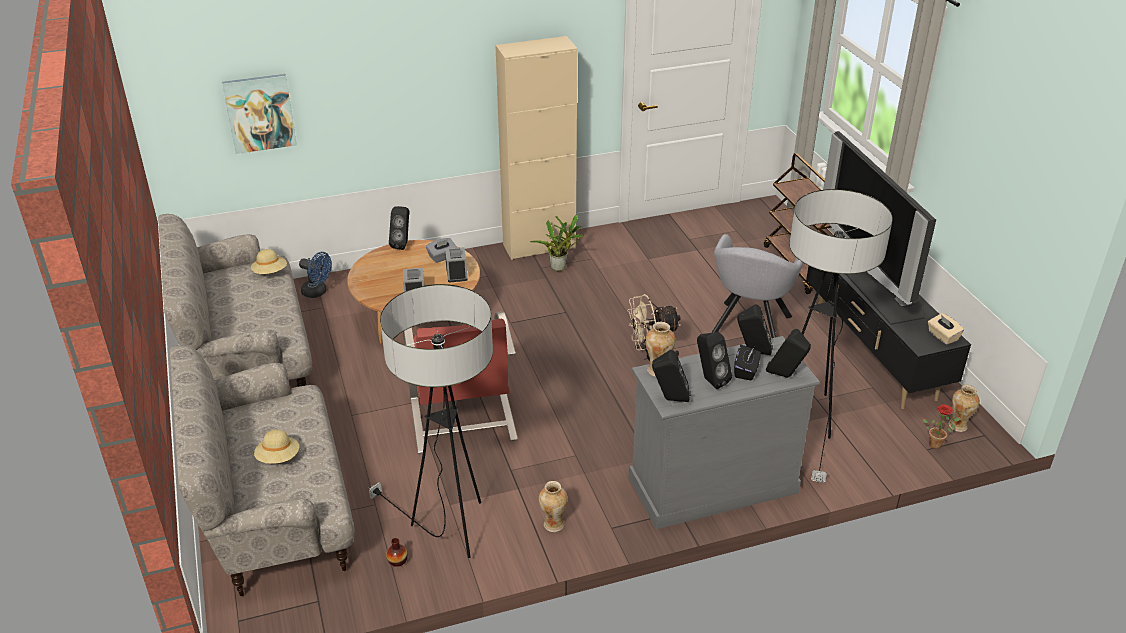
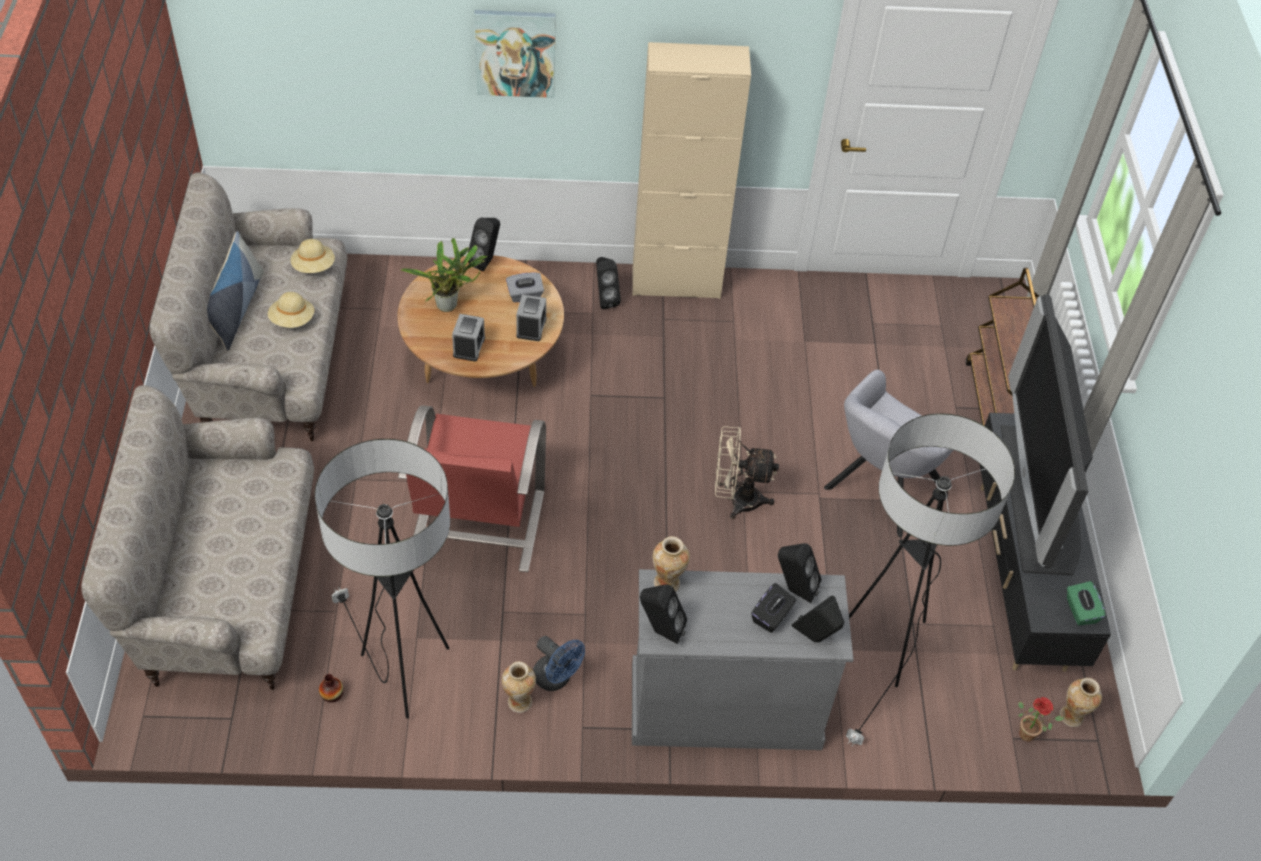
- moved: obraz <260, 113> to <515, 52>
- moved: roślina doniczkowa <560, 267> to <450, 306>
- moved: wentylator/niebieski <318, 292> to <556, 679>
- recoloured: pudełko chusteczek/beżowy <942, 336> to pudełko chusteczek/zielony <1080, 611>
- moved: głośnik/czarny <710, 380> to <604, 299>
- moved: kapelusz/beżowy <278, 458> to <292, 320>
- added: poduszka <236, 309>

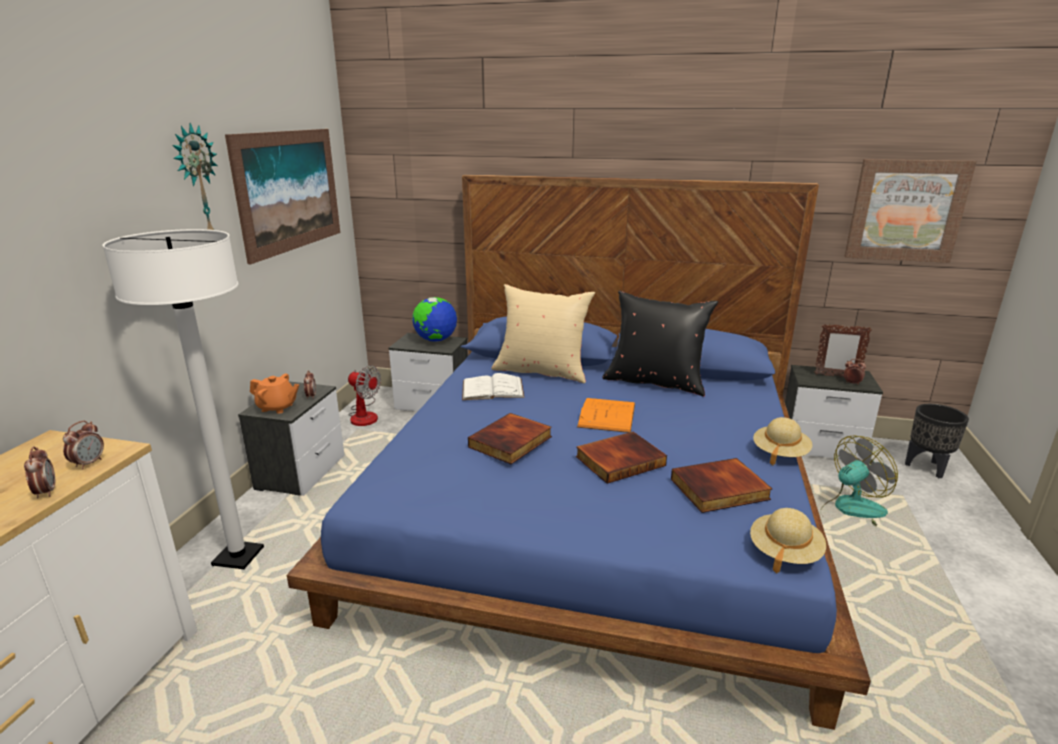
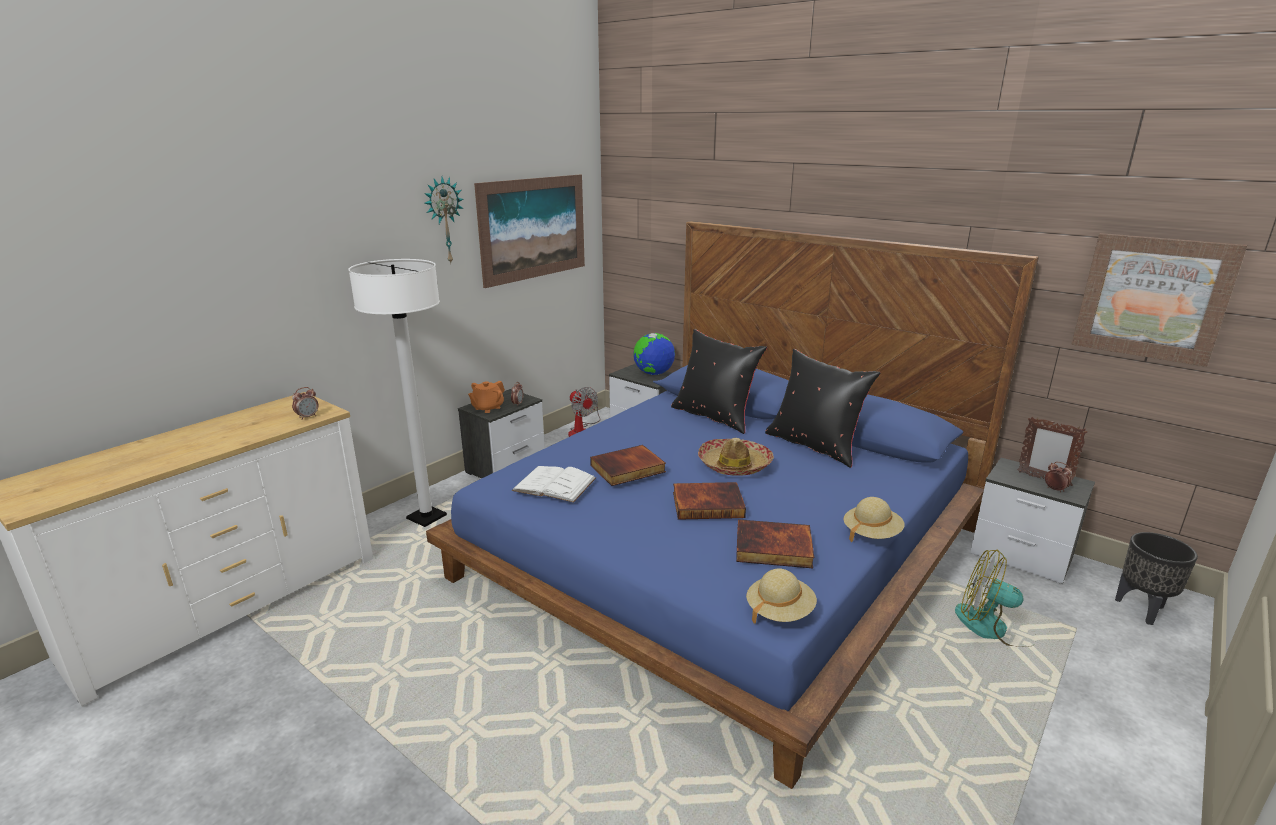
- recoloured: poduszka/beżowy <542, 371> to poduszka/czarny <715, 416>
- moved: książka/biały <492, 389> to <554, 484>
- turned: imbryk/pomarańczowy <277, 407> = <487, 408> 90 degrees clockwise
- replaced: książka/pomarańczowy <607, 415> to kapelusz <734, 465>
- turned: wentylator <851, 512> = <993, 627> 150 degrees counterclockwise
- removed: budzik <46, 492>

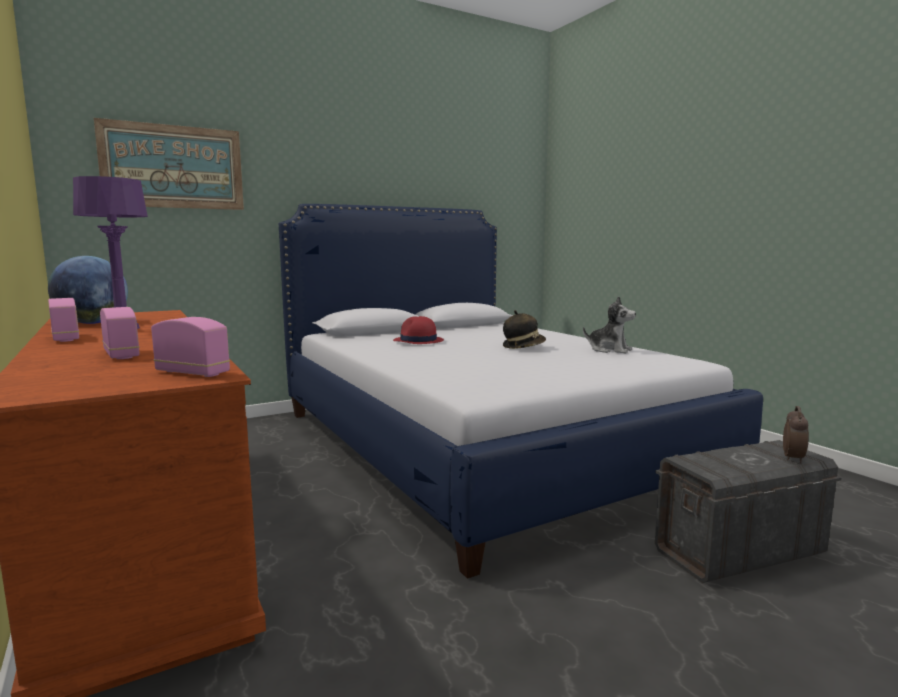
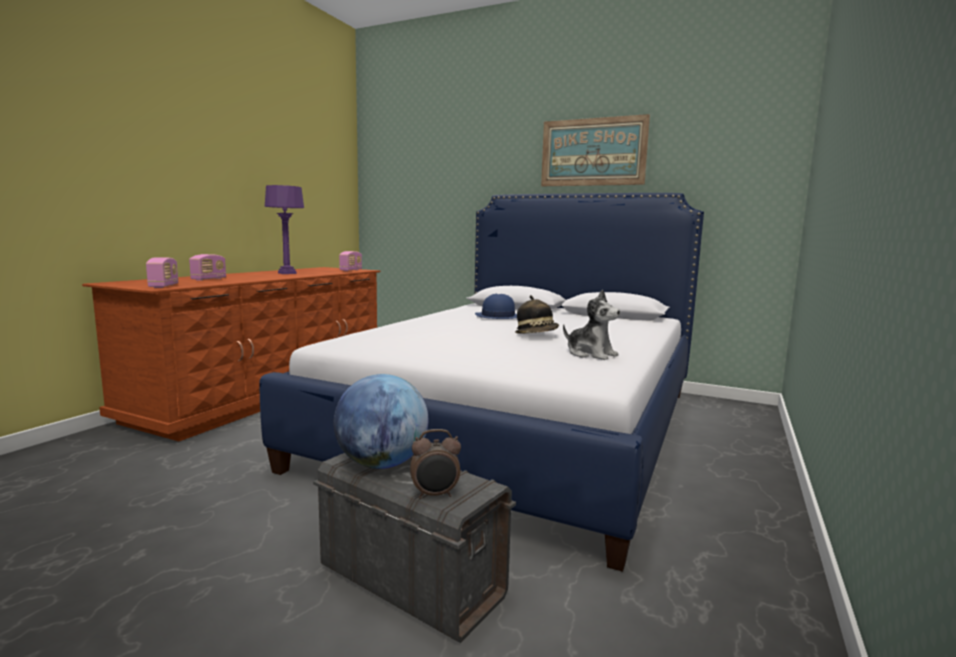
- moved: obraz <173, 167> to <593, 152>
- moved: globus <92, 323> to <382, 464>
- turned: pluszak <609, 350> = <590, 354> 45 degrees counterclockwise
- moved: radio <66, 338> to <351, 270>
- recoloured: kapelusz/czerwony <418, 341> to kapelusz/niebieski <497, 316>

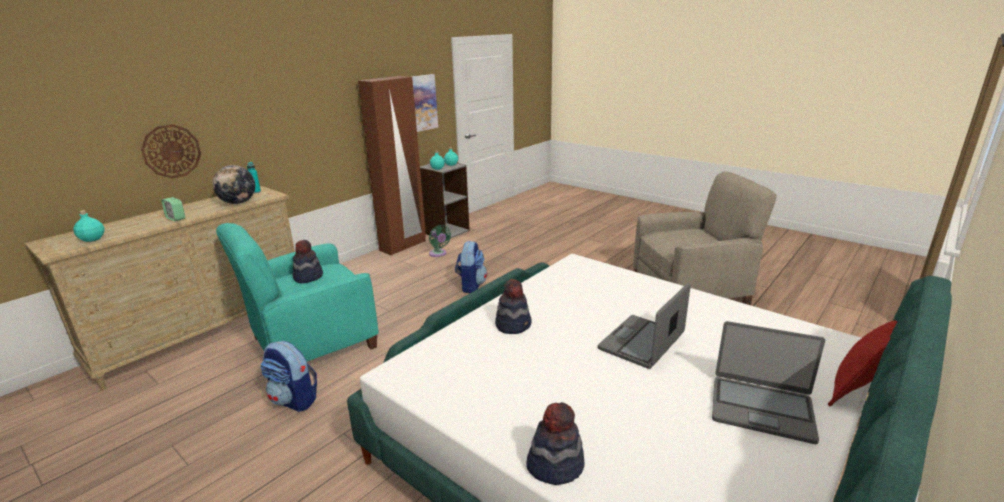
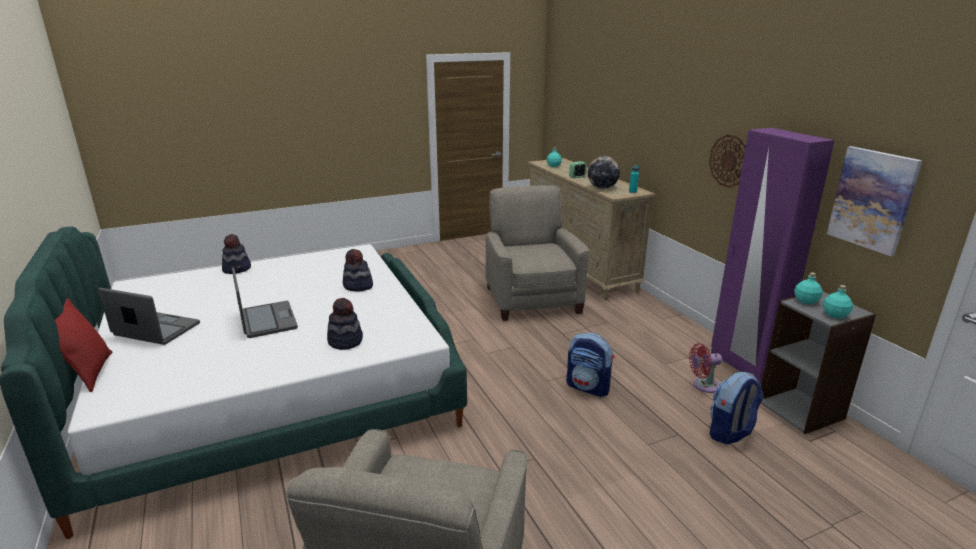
- recoloured: szafa/brązowy <403, 246> to szafa/fioletowy <743, 365>
- moved: zegar ścienny <171, 151> to <729, 161>
- recoloured: fotel/turkusowy <312, 343> to fotel/beżowy <532, 299>
- recoloured: wentylator/zielony <438, 254> to wentylator/czerwony <703, 385>
- moved: kapelusz <308, 277> to <345, 341>
- turned: laptop <761, 409> = <156, 330> 60 degrees clockwise
- moved: plecak <294, 400> to <730, 433>

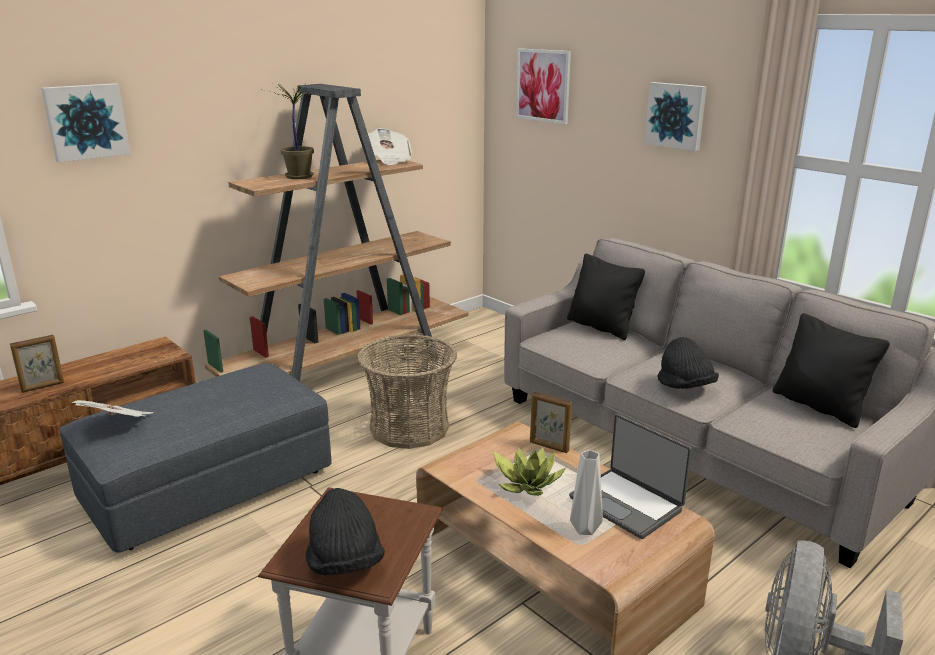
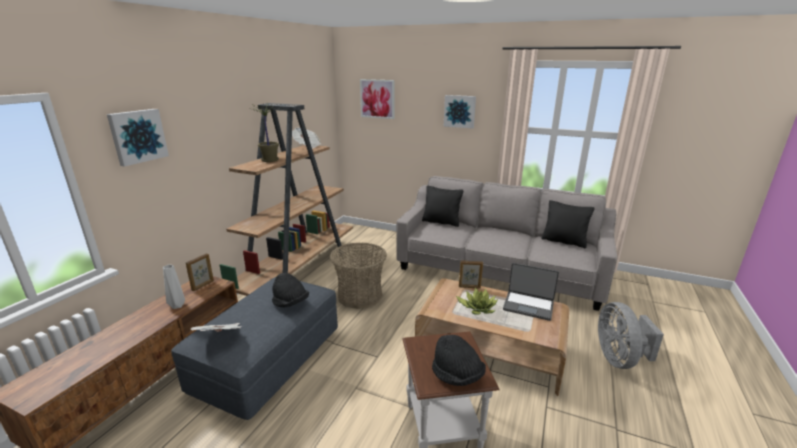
- moved: ramka na zdjęcie <43, 387> to <203, 285>
- moved: kapelusz/czarny <685, 387> to <290, 303>
- moved: wazon/szary <586, 529> to <178, 306>

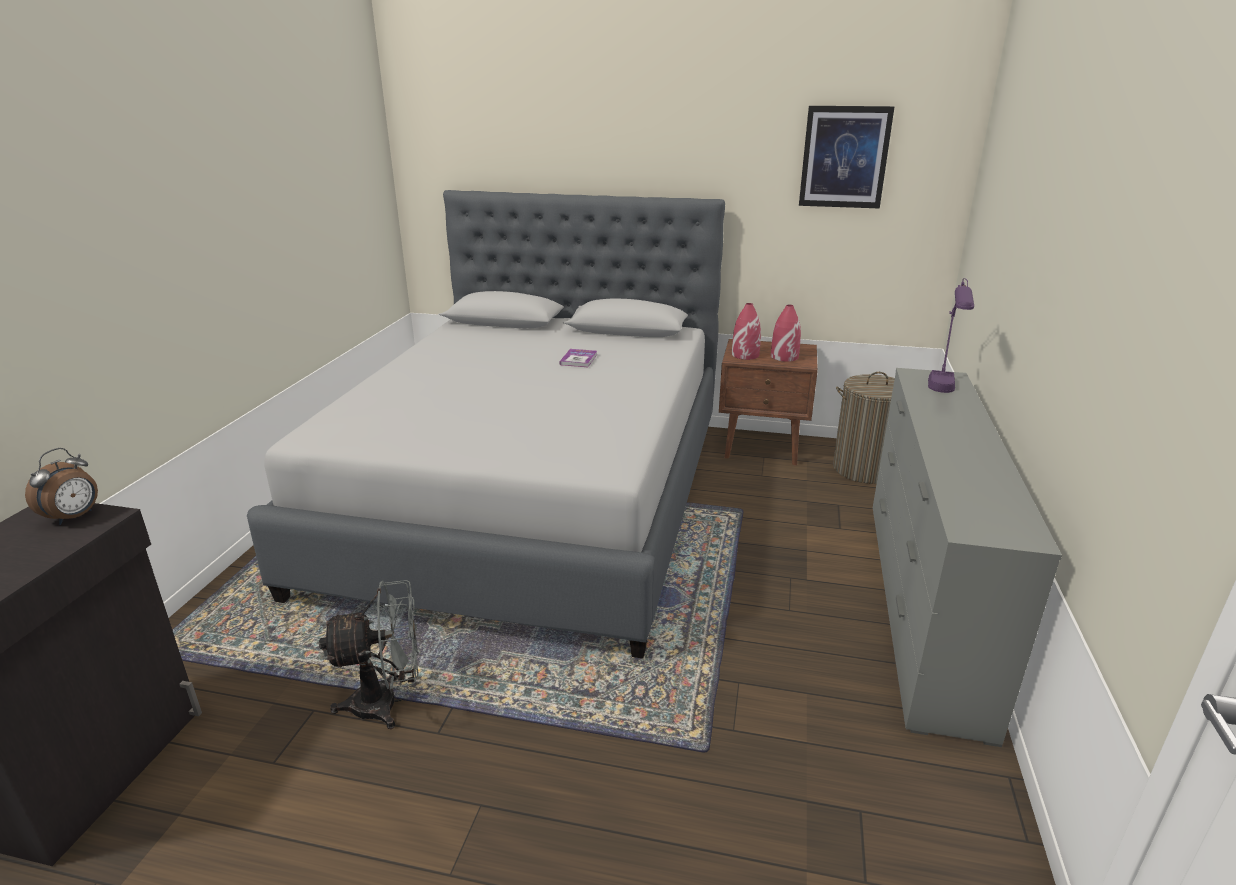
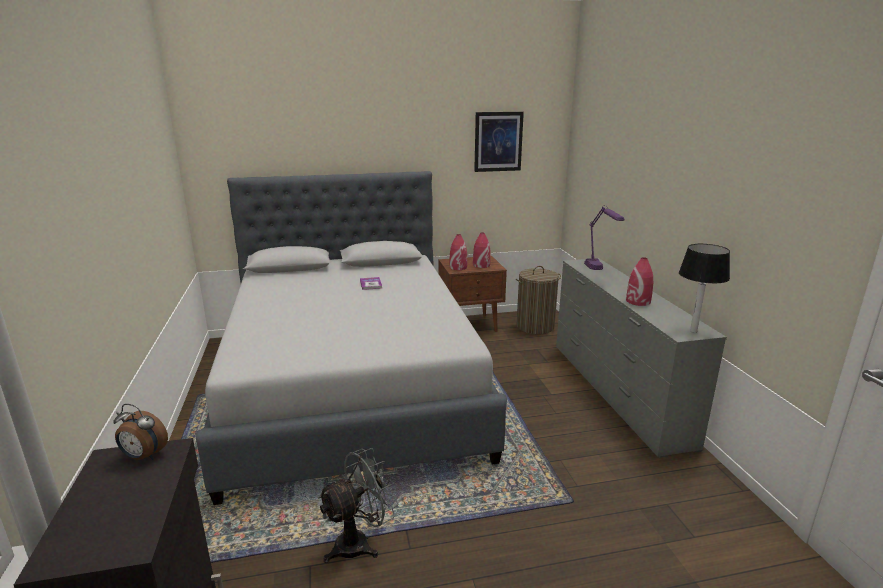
- turned: budzik <74, 517> = <143, 456> 105 degrees clockwise
- added: lampa stołowa <693, 331>
- added: wazon/czerwony <638, 301>

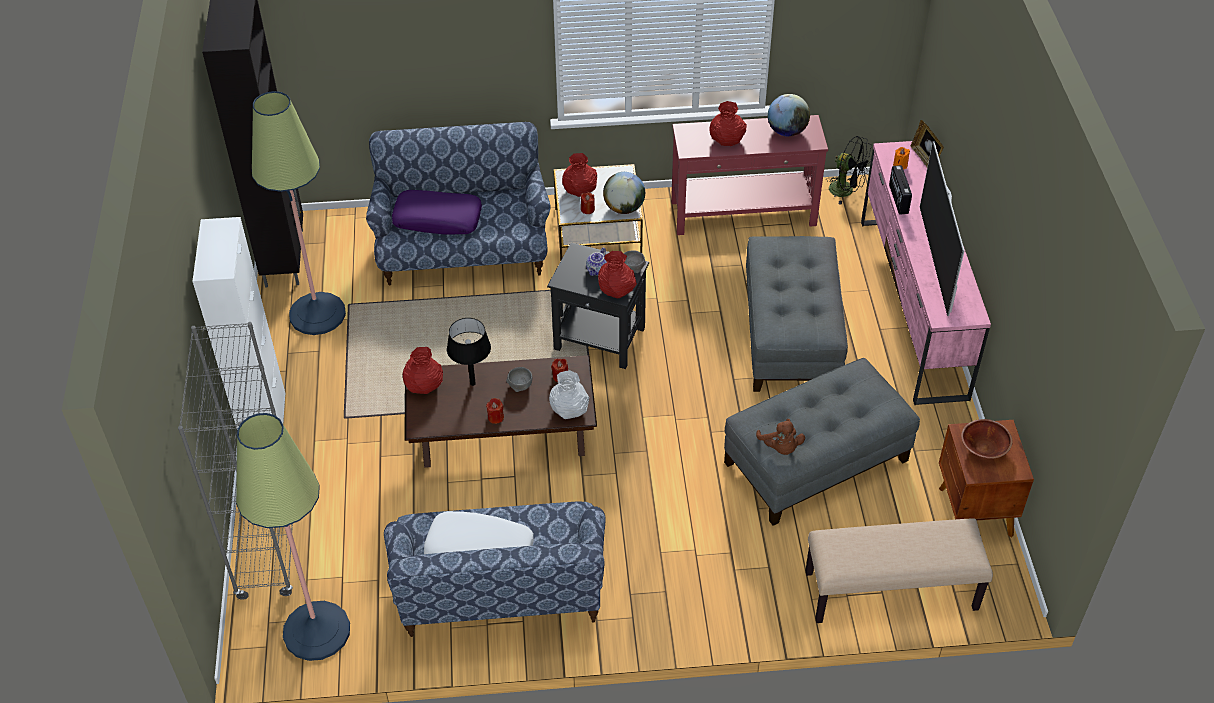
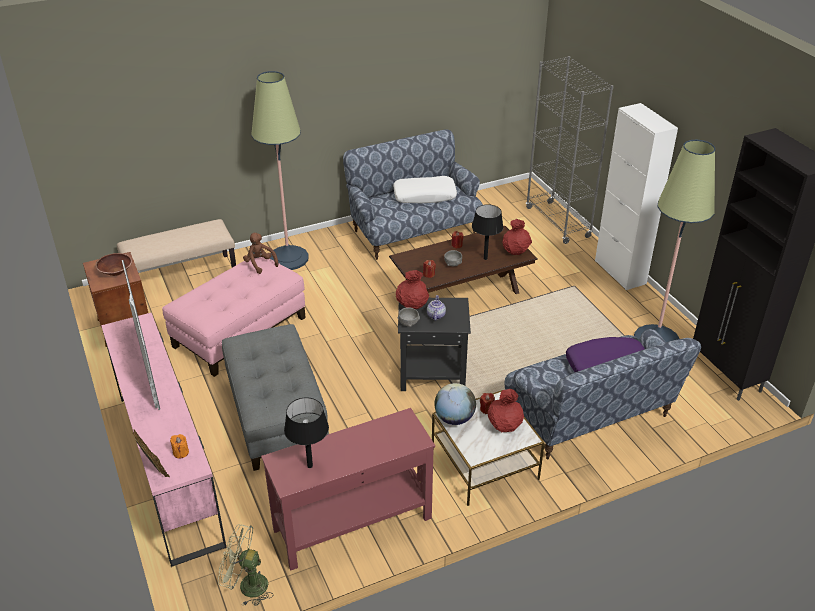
- replaced: globus <787, 131> to lampa stołowa/czarny <310, 466>
- removed: wazon/czerwony <727, 140>
- recoloured: wentylator/czarny <846, 190> to wentylator/zielony <247, 585>
- removed: radio <898, 199>
- recoloured: pufa/szary <816, 462> to pufa/różowy <239, 331>
- removed: wazon/biały <570, 411>
- moved: lampa stojąca <316, 631> to <288, 258>

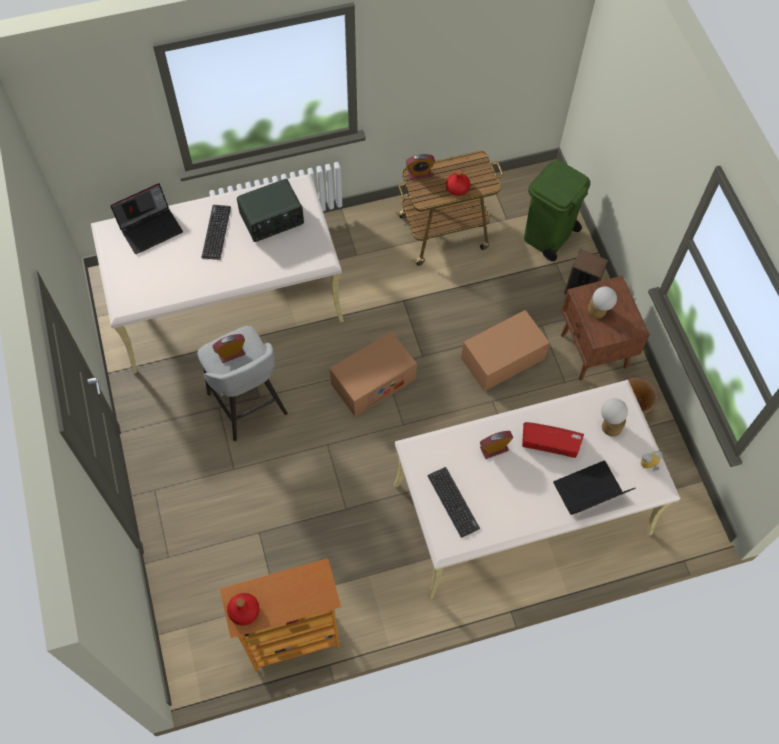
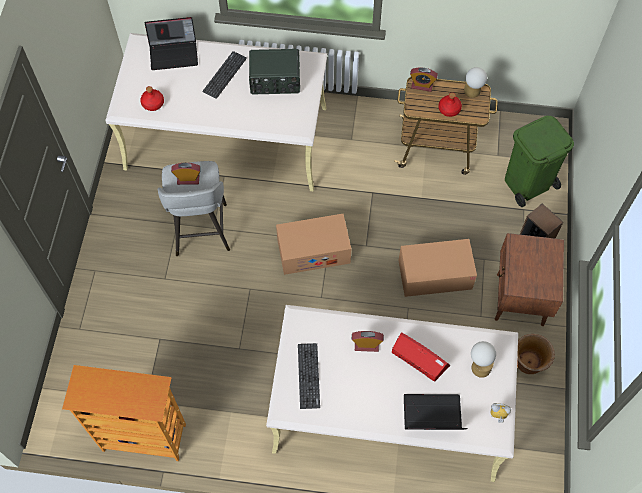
- moved: lampa stołowa <598, 313> to <472, 93>
- moved: butelka/czerwony <244, 611> to <153, 103>

